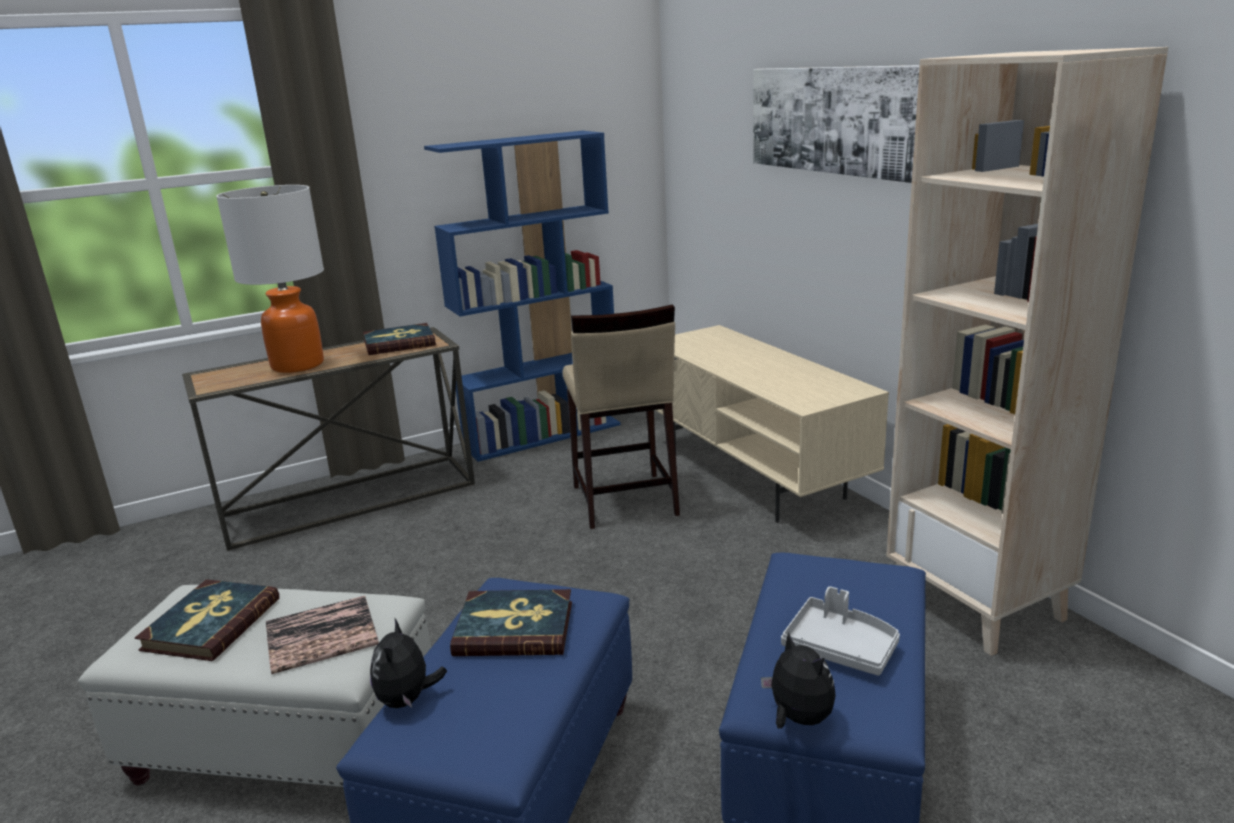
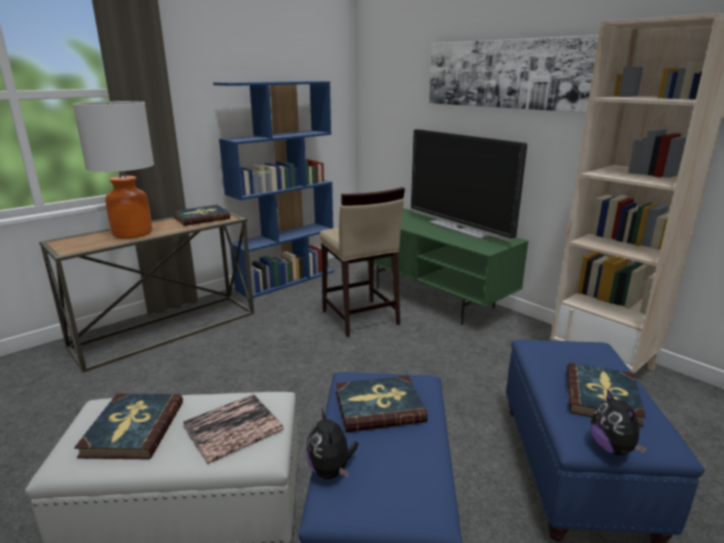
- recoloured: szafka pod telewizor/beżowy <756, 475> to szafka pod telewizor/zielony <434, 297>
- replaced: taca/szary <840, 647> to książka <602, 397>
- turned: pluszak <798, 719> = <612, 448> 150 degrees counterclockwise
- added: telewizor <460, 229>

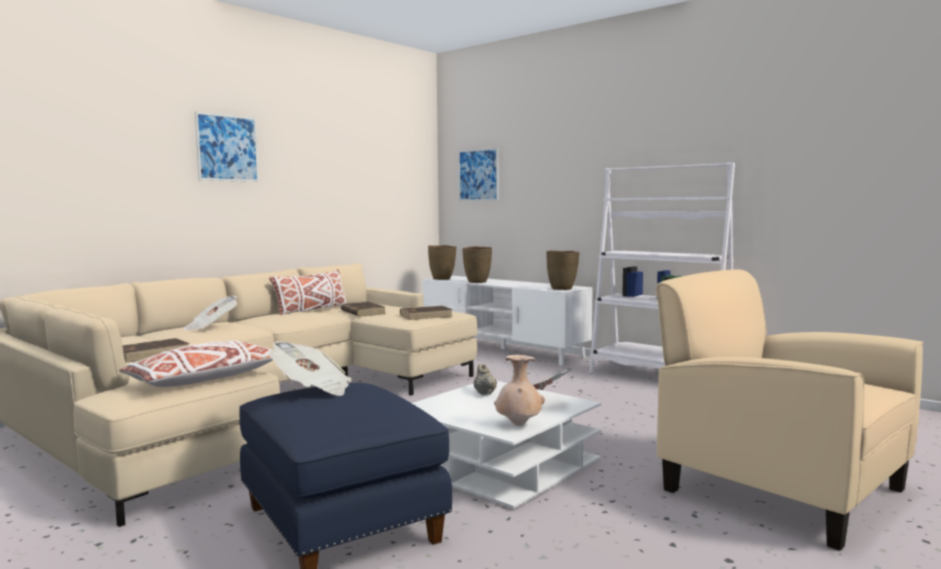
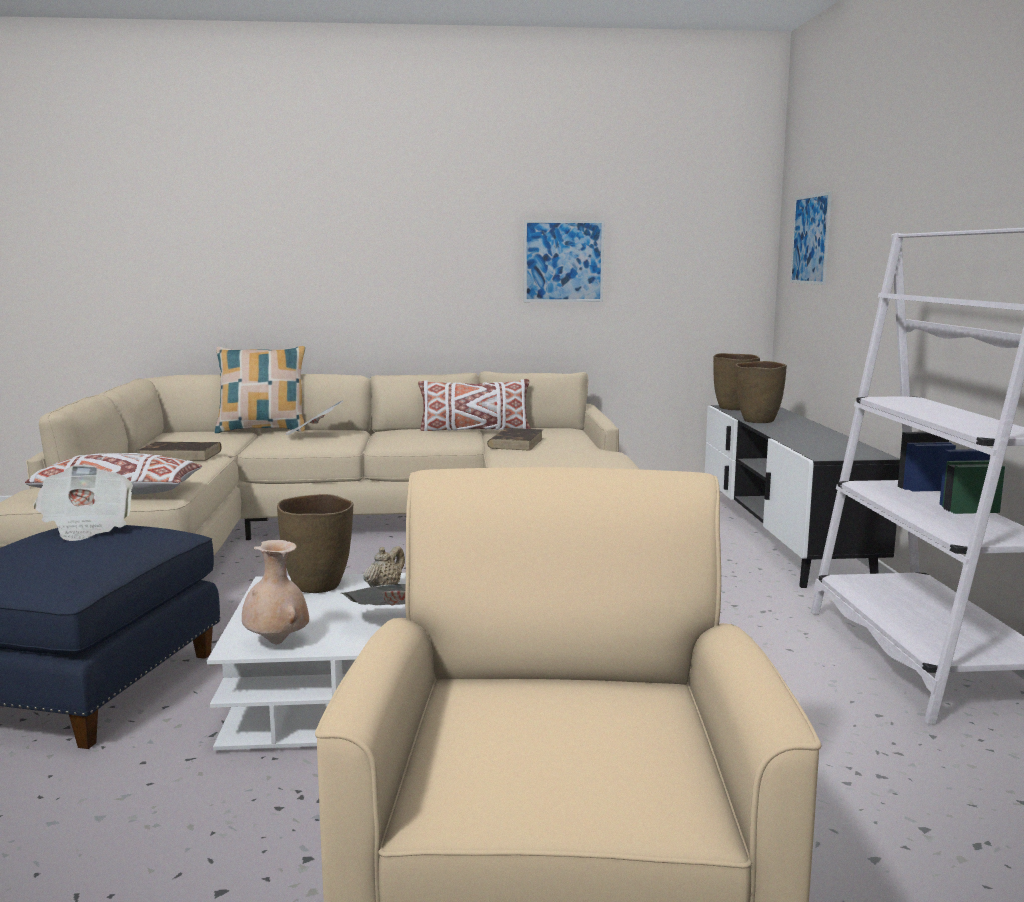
- moved: obraz <227, 148> to <563, 261>
- moved: wazon/brązowy <562, 289> to <319, 586>
- recoloured: szafka pod telewizor/biały <502, 349> to szafka pod telewizor/czarny <781, 538>
- removed: książka/brązowy <426, 315>
- added: poduszka <262, 430>

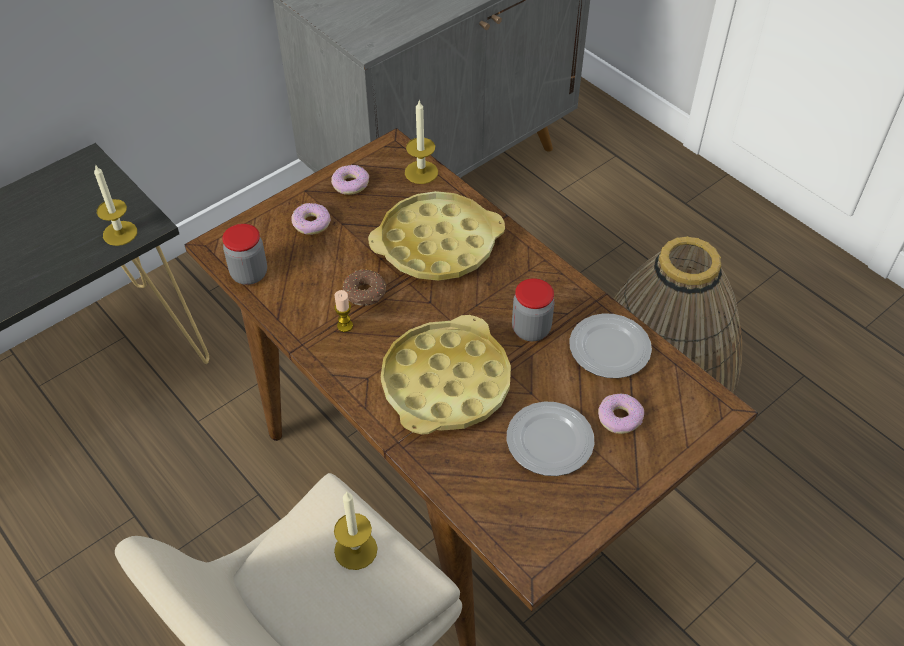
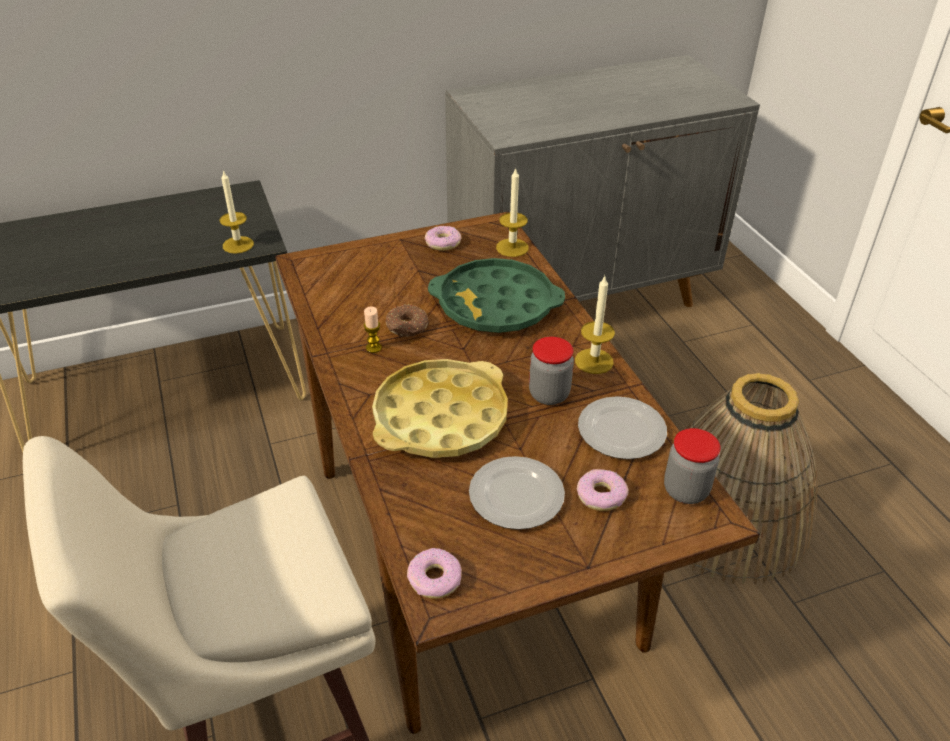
- recoloured: taca/żółty <437, 244> to taca/zielony <496, 305>
- moved: donut <311, 223> to <434, 579>
- moved: słoik <249, 274> to <685, 490>
- moved: świeca <355, 550> to <594, 361>

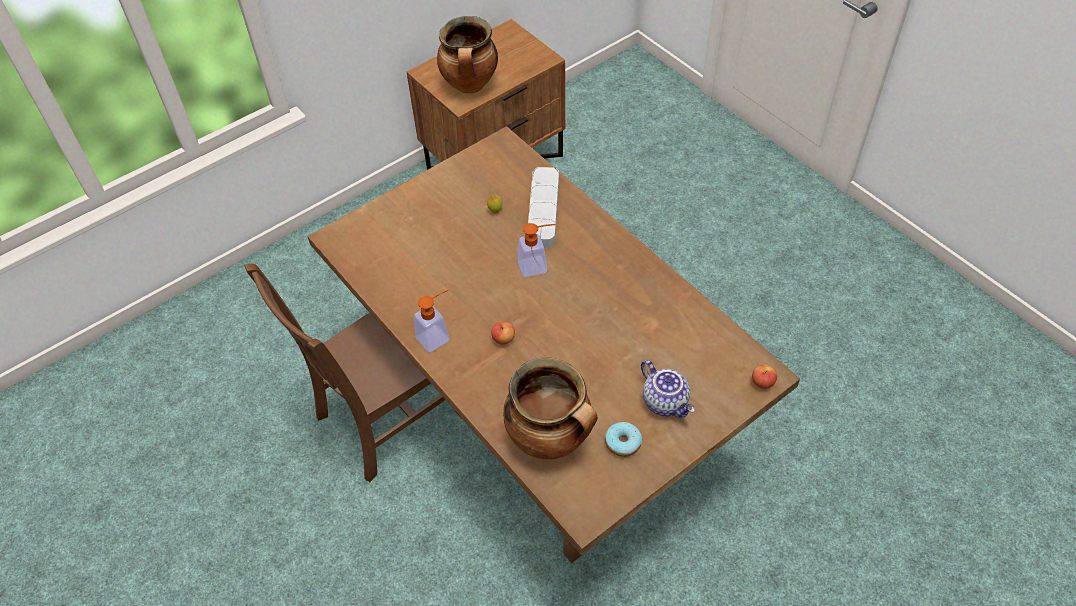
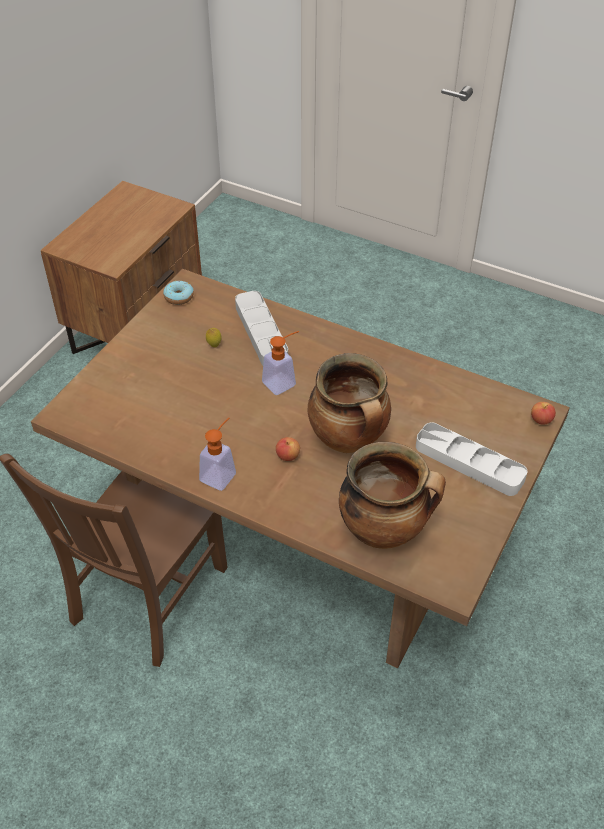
- moved: garnek <470, 85> to <349, 440>
- replaced: imbryk <666, 402> to taca/biały <469, 463>
- moved: donut <623, 443> to <179, 297>

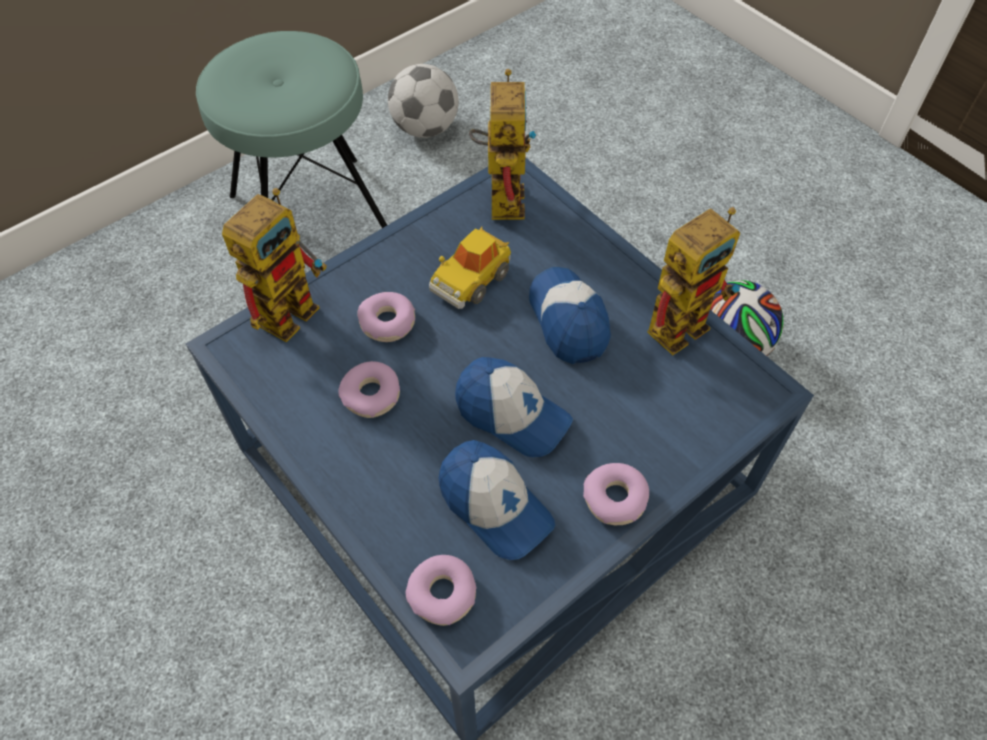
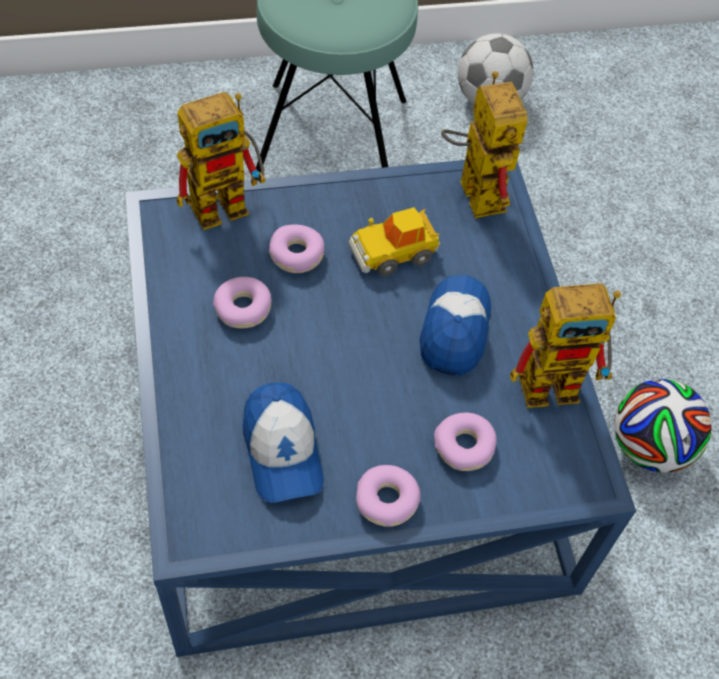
- turned: robot zabawkowy <501, 193> = <473, 189> 45 degrees counterclockwise
- removed: czapka z daszkiem <512, 414>
- moved: donut <443, 593> to <464, 446>

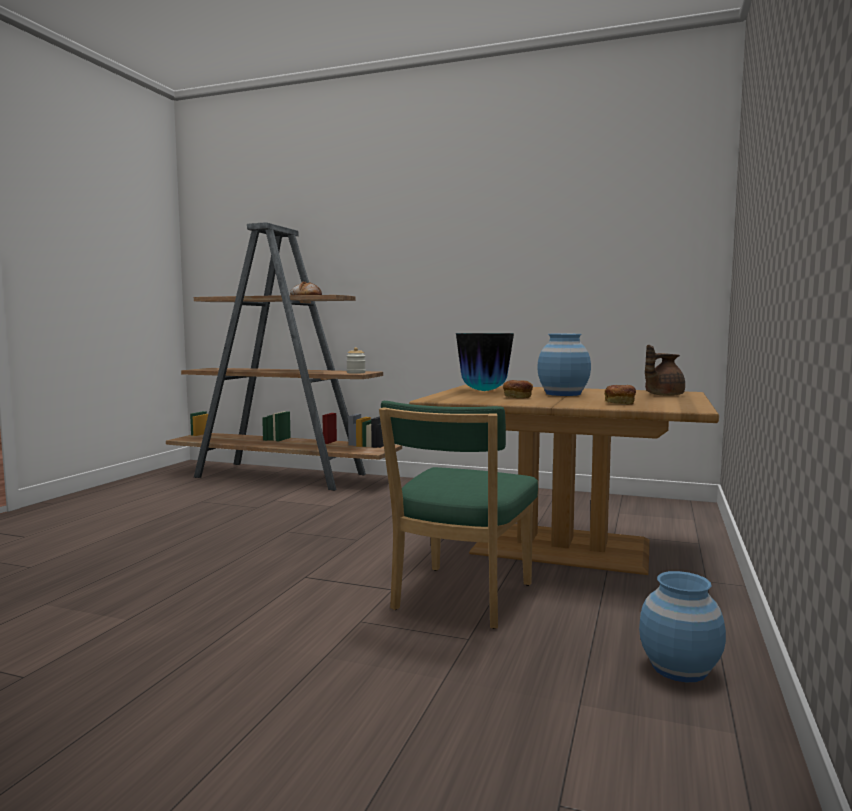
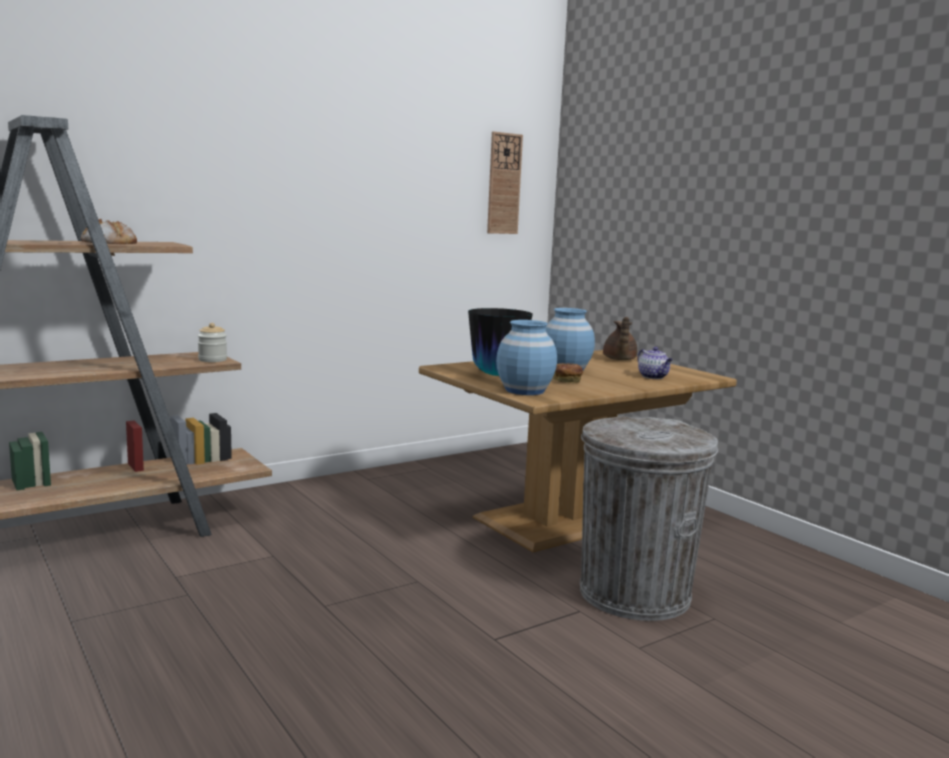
- replaced: chleb <619, 403> to imbryk <653, 377>
- replaced: krzesło/zielony <459, 599> to kosz na śmieci/szary <634, 594>
- moved: wazon/niebieski <679, 669> to <525, 390>
- added: zegar ścienny <504, 184>

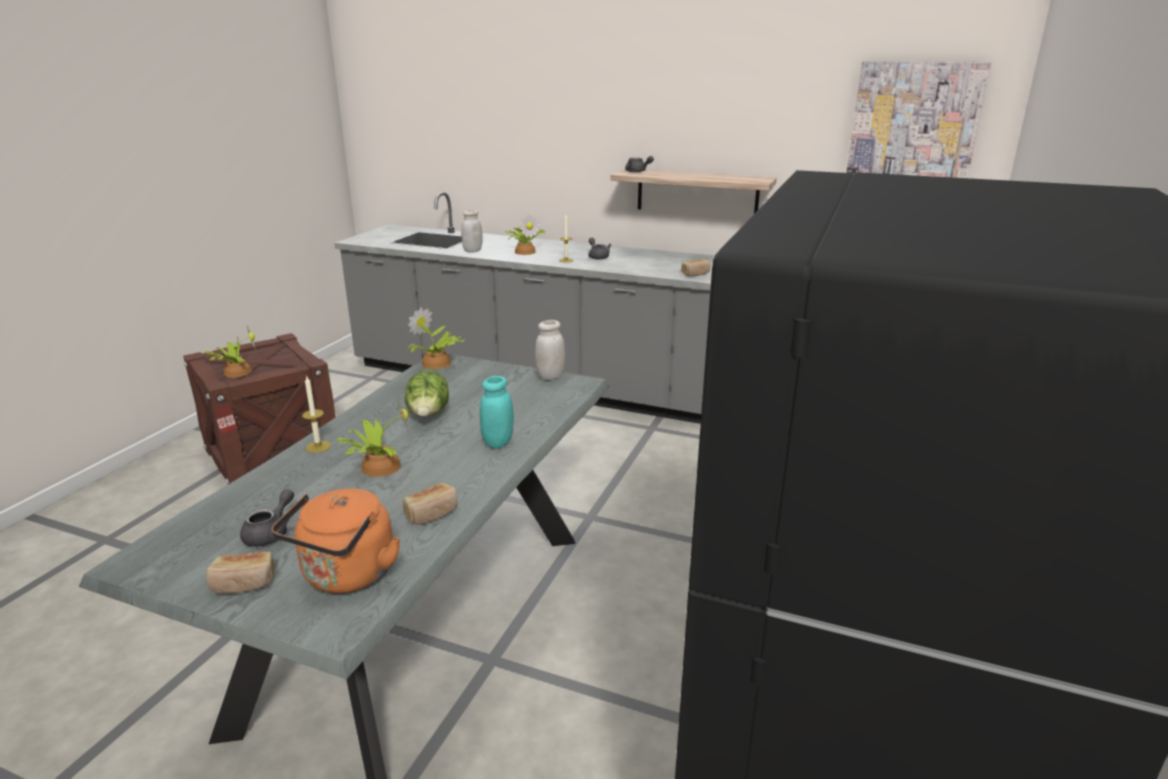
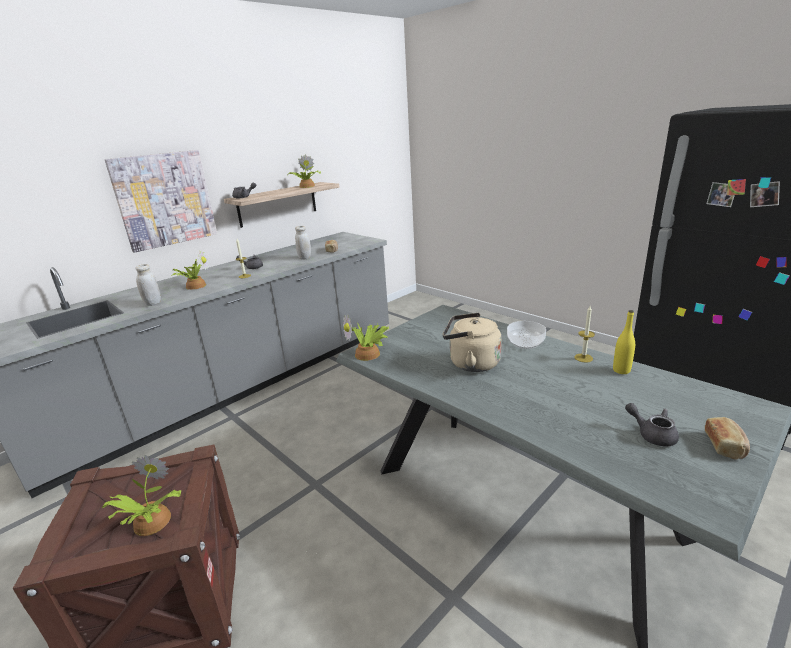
- moved: obraz <914, 124> to <165, 200>
- moved: słoik/biały <550, 376> to <304, 258>
- replaced: sałata <428, 416> to czajnik/beżowy <471, 363>
- moved: świeca <318, 446> to <583, 358>
- replaced: słoik/turkusowy <498, 442> to miska <525, 343>
- moved: roślina doniczkowa <378, 466> to <306, 186>
- replaced: chleb <432, 514> to butelka/żółty <621, 370>
- removed: czajnik/pomarańczowy <346, 576>

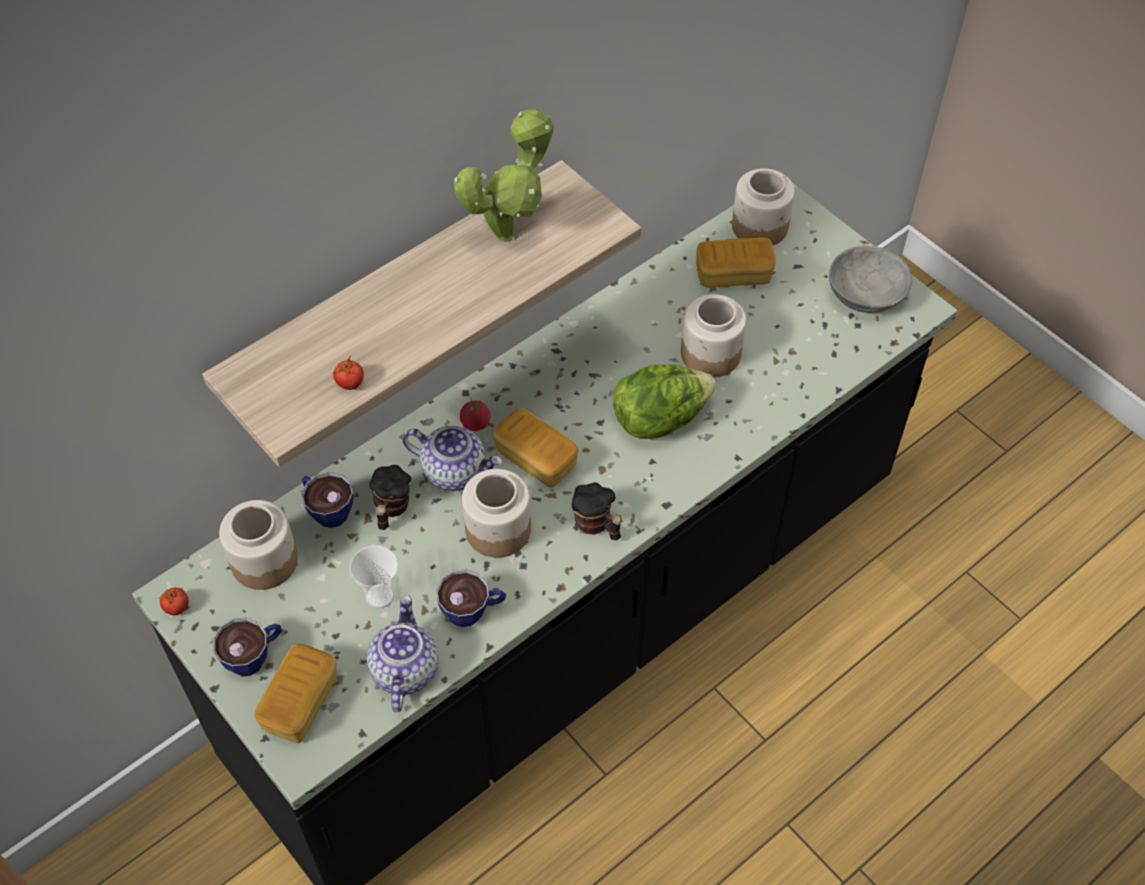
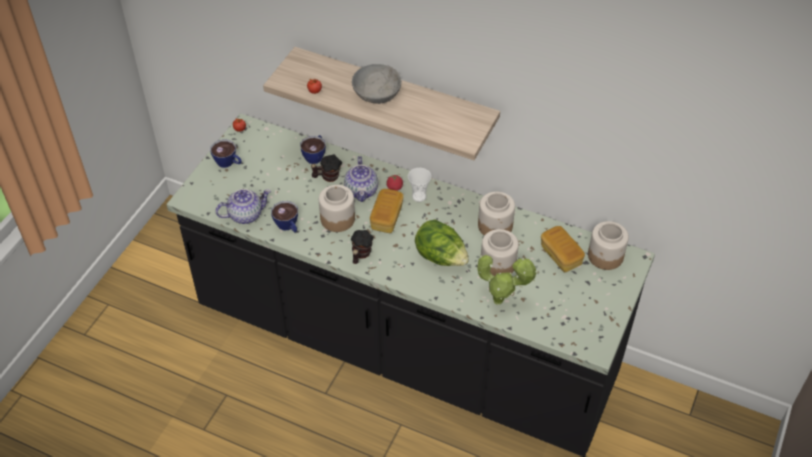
- moved: roślina doniczkowa <510, 231> to <501, 302>
- moved: miska/szary <864, 294> to <377, 93>
- moved: słoik <264, 560> to <495, 225>
- moved: filiżanka <380, 596> to <419, 196>
- removed: chleb <300, 703>

